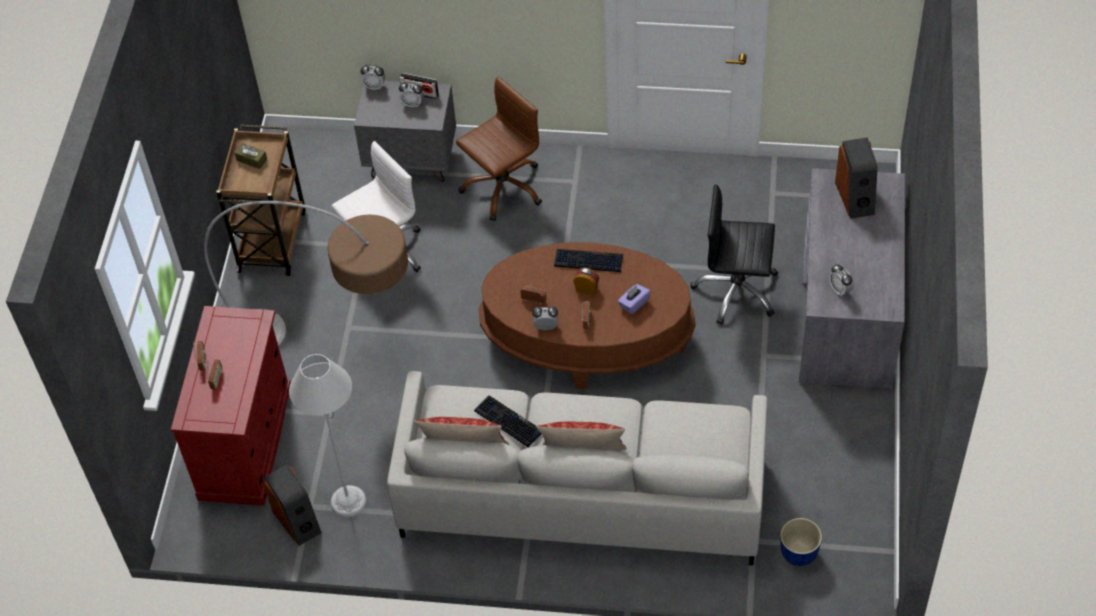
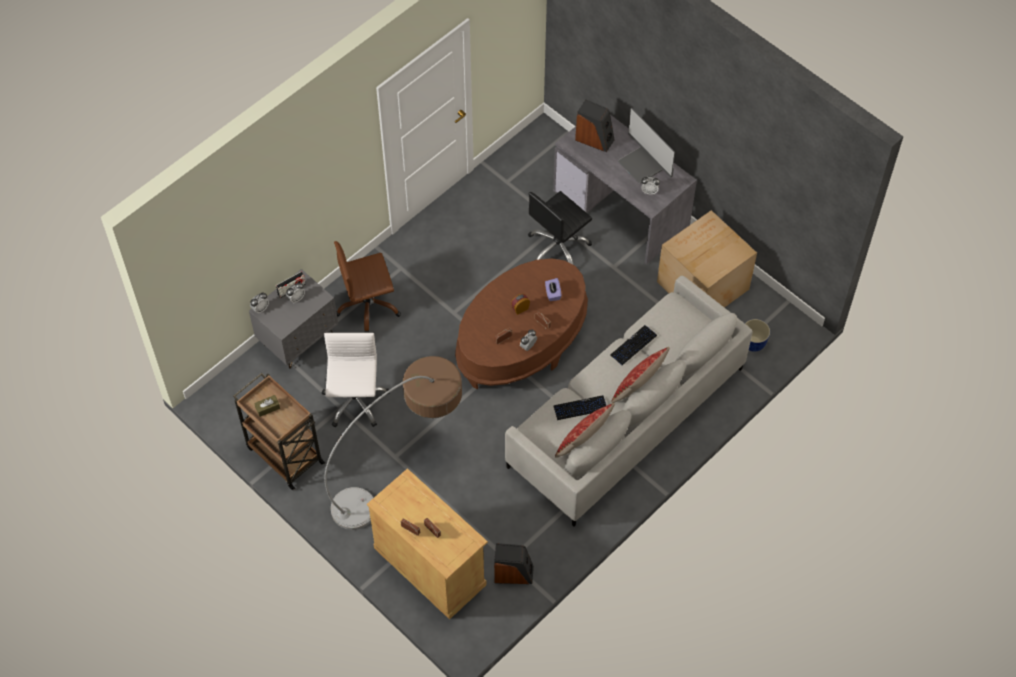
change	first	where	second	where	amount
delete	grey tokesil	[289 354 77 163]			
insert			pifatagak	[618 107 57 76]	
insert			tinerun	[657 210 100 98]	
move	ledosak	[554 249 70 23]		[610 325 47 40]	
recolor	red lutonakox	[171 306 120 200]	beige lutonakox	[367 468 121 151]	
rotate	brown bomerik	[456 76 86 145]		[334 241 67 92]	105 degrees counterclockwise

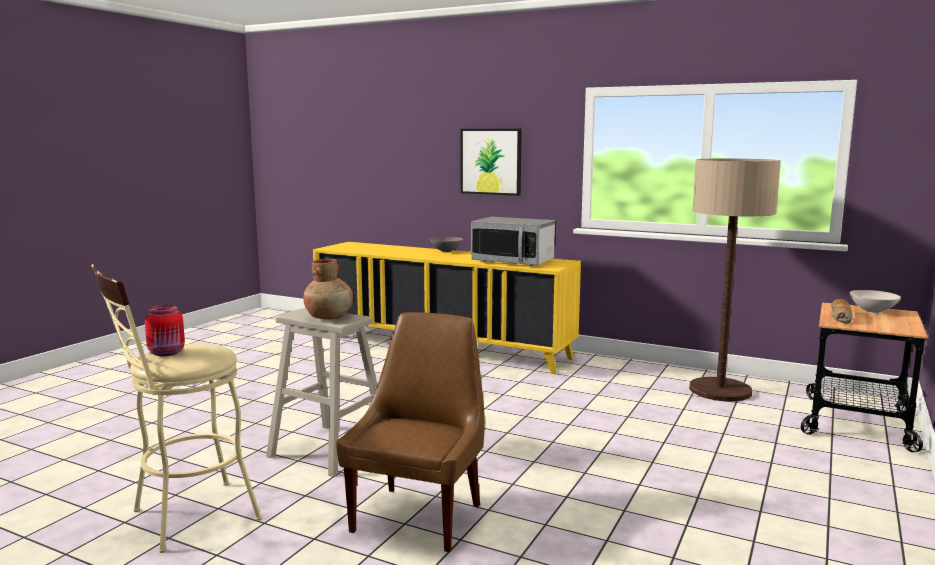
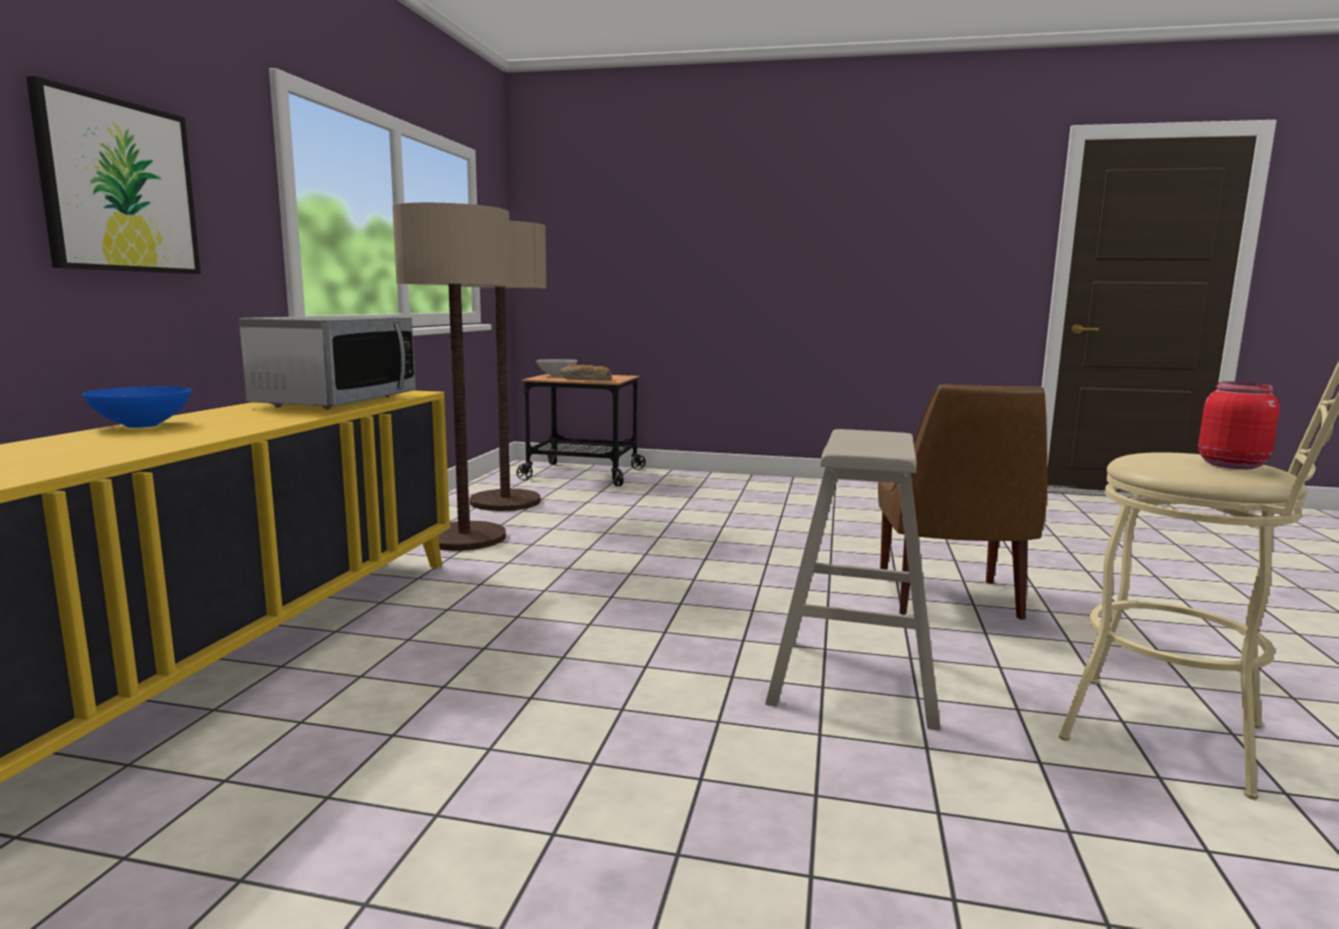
change	first	where	second	where	amount
delete	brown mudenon	[303 259 50 61]			
insert			tokesil	[392 203 119 348]	
recolor	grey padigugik	[430 237 33 15]	blue padigugik	[82 386 110 42]	
rotate	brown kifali	[336 312 149 240]		[878 384 170 236]	90 degrees counterclockwise

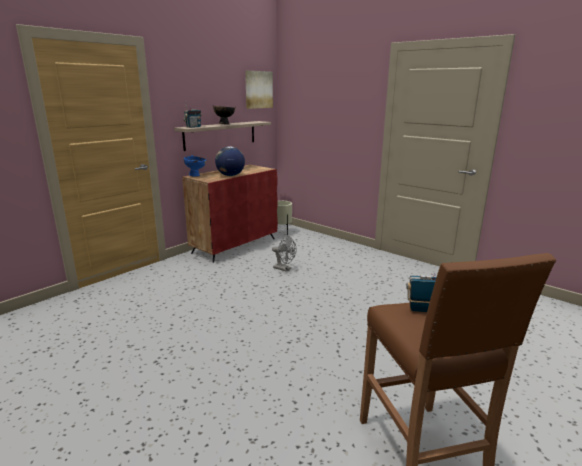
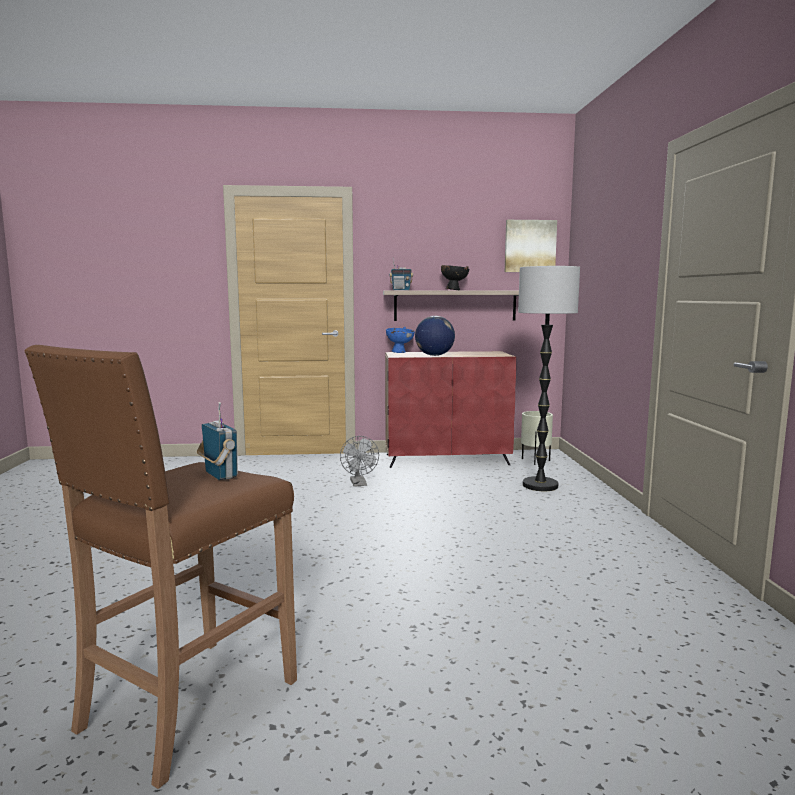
change	first	where	second	where	amount
insert			tokesil	[518 266 62 225]	
move	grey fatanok	[272 236 24 35]		[340 436 39 51]	

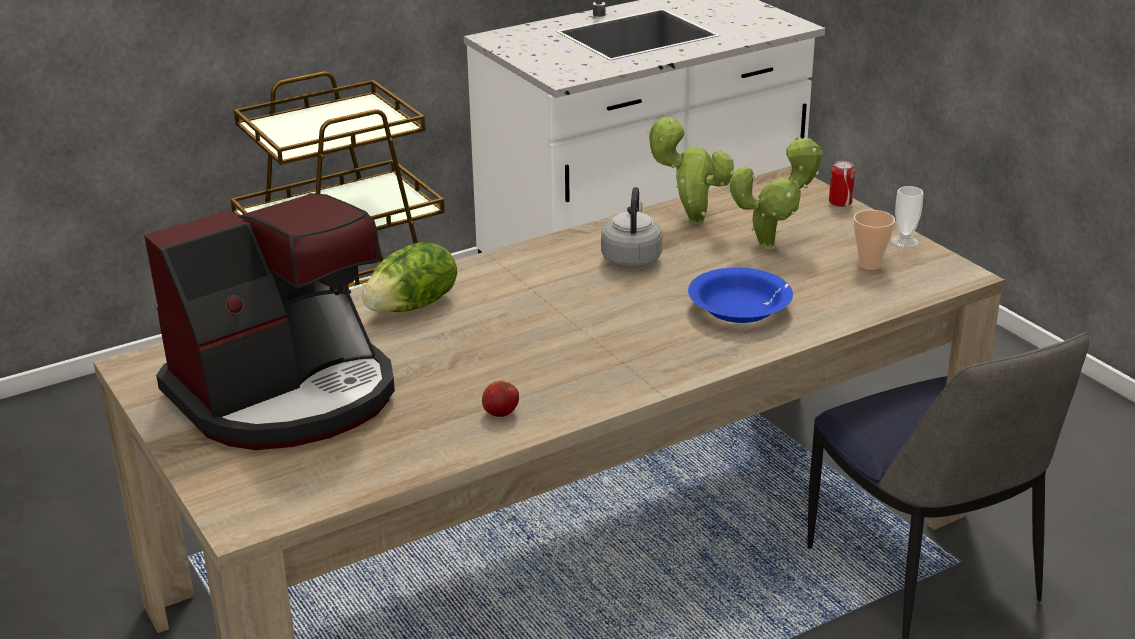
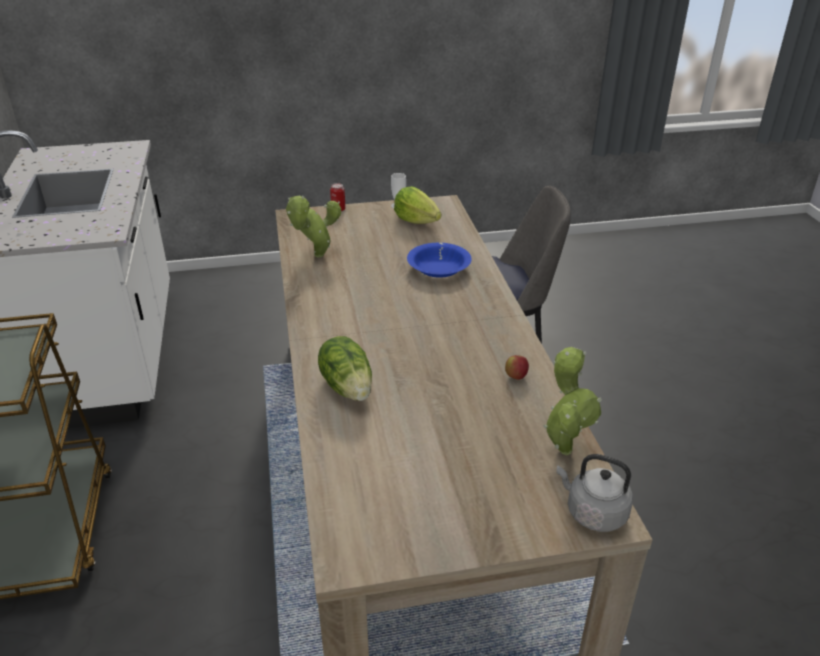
change	first	where	second	where	amount
delete	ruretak	[144 193 251 257]			
move	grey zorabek	[601 187 61 81]		[556 454 77 78]	
move	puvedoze	[730 136 92 113]		[543 347 59 108]	
replace	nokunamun	[854 210 41 60]	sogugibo	[394 186 47 38]	

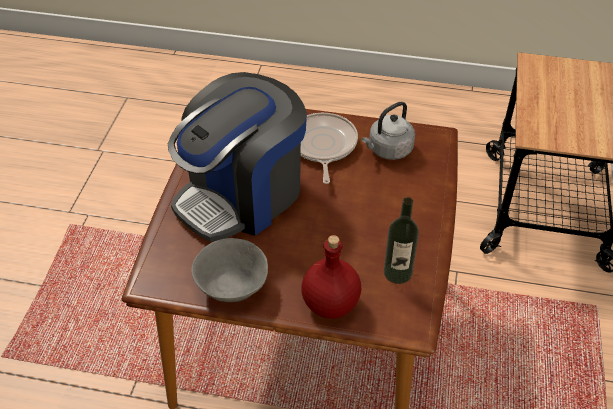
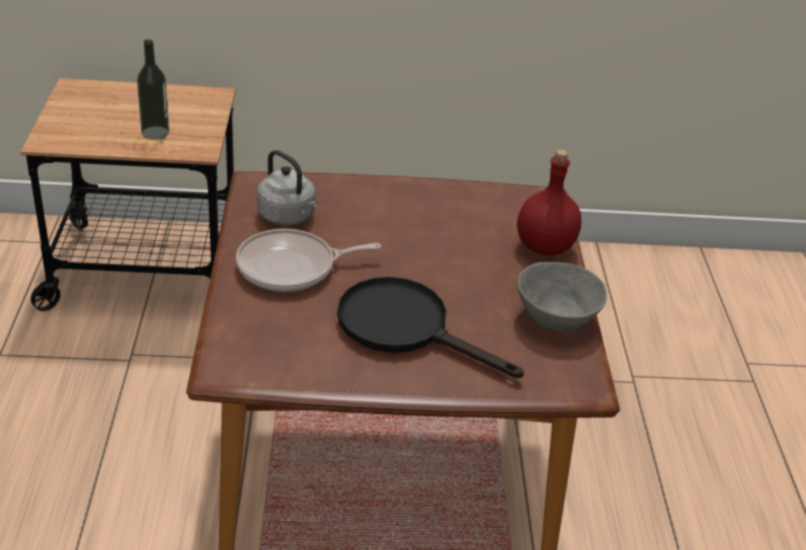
change	first	where	second	where	amount
move	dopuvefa	[384 197 35 87]		[137 39 32 101]	
replace	ruretak	[168 72 139 170]	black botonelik	[337 277 187 101]	

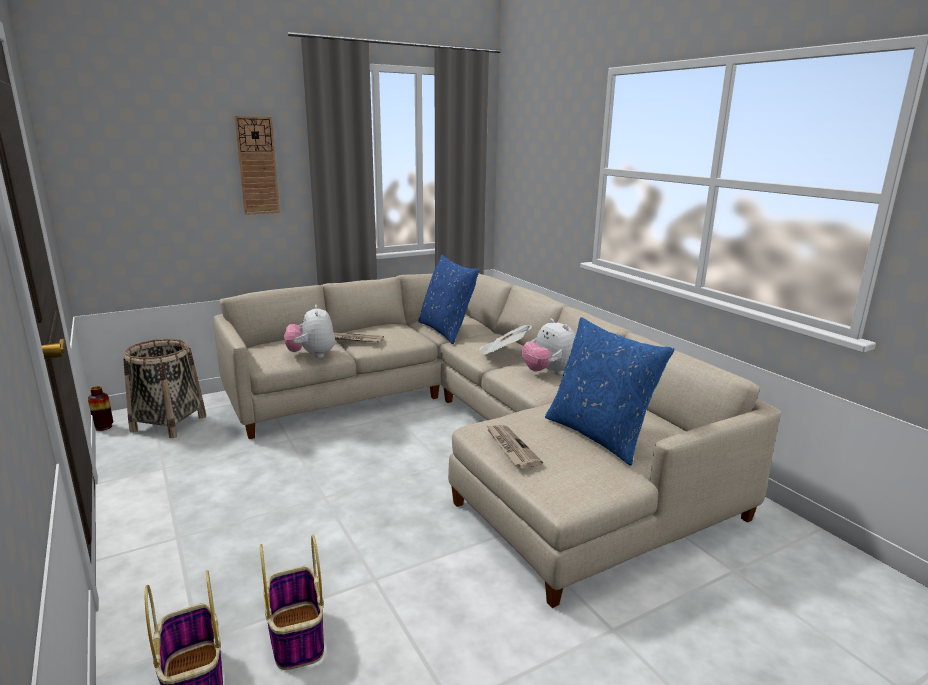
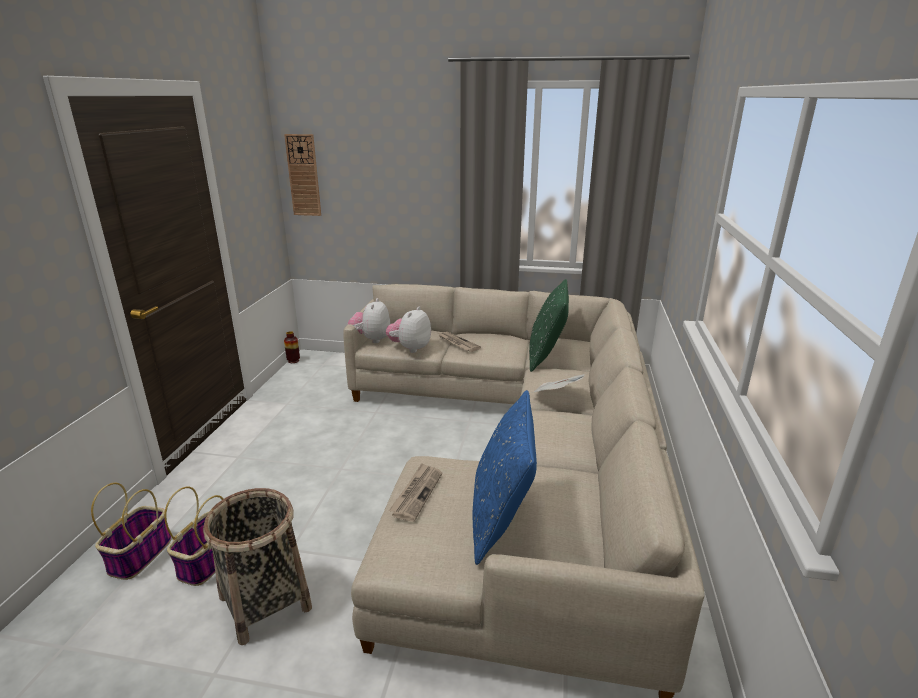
change	first	where	second	where	amount
move	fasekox	[123 339 83 99]		[203 488 109 157]	
move	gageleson	[235 116 45 99]		[284 134 37 82]	
move	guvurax	[522 319 53 56]		[347 298 44 45]	
recolor	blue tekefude	[418 255 62 89]	green tekefude	[529 279 40 93]	

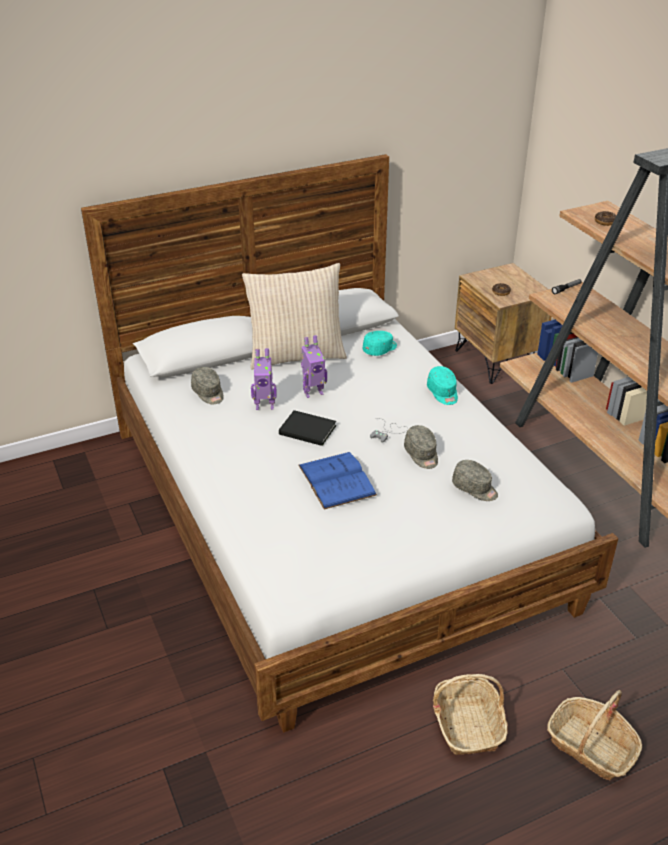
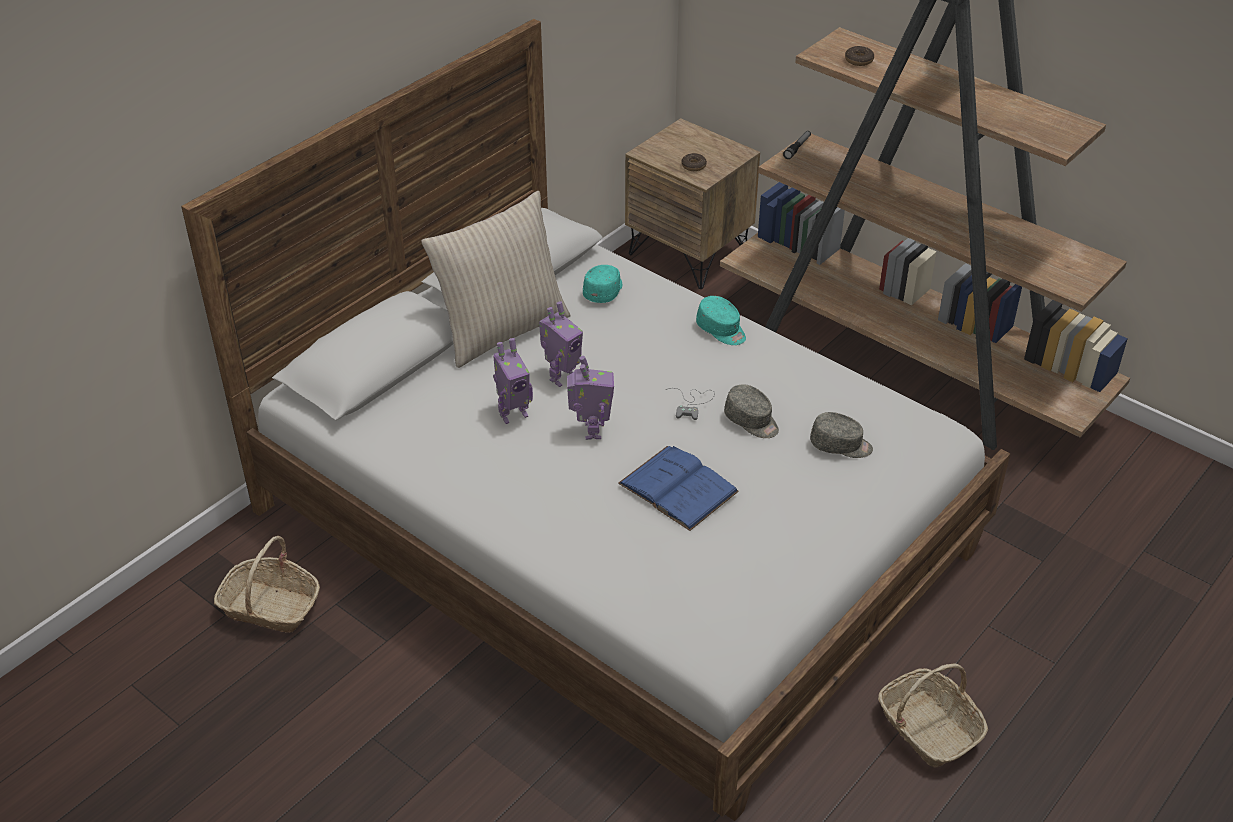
change	first	where	second	where	amount
delete	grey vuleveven	[191 367 33 37]			
move	fasekox	[547 690 95 90]		[214 536 106 97]	
replace	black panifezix	[279 410 57 36]	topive	[567 356 47 84]	

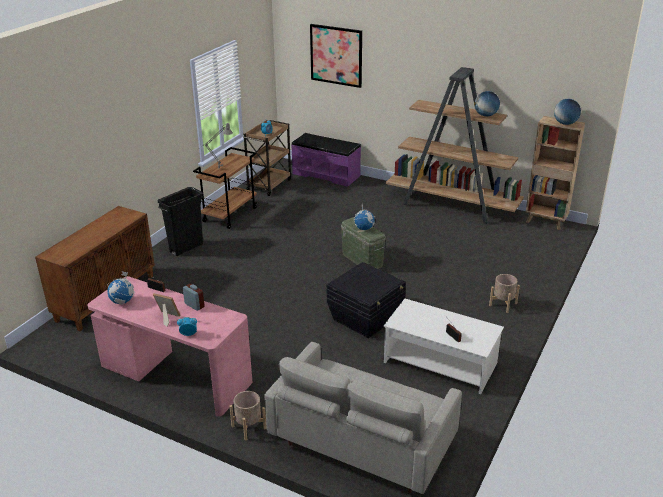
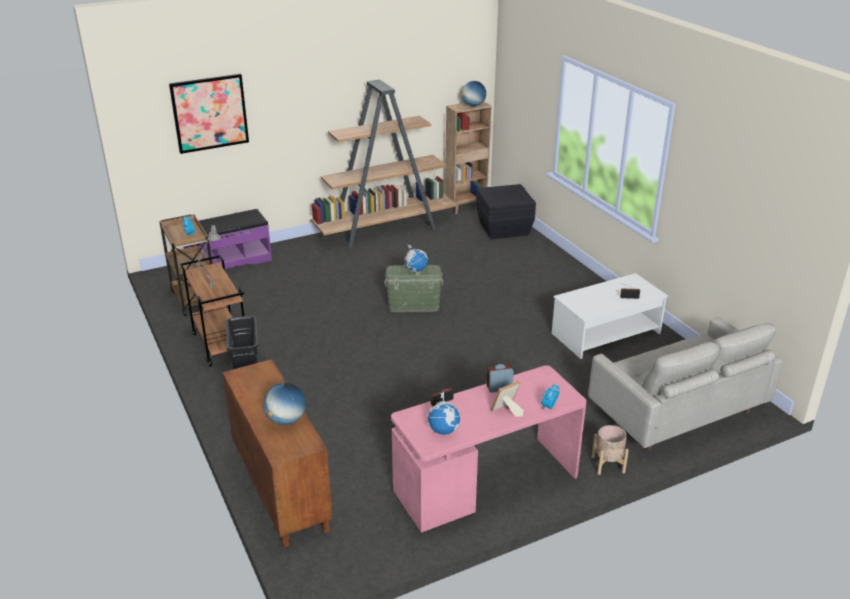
change	first	where	second	where	amount
delete	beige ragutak	[489 274 31 39]			
move	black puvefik	[327 262 79 76]		[476 184 60 55]	
move	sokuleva	[474 91 26 25]		[263 383 43 42]	

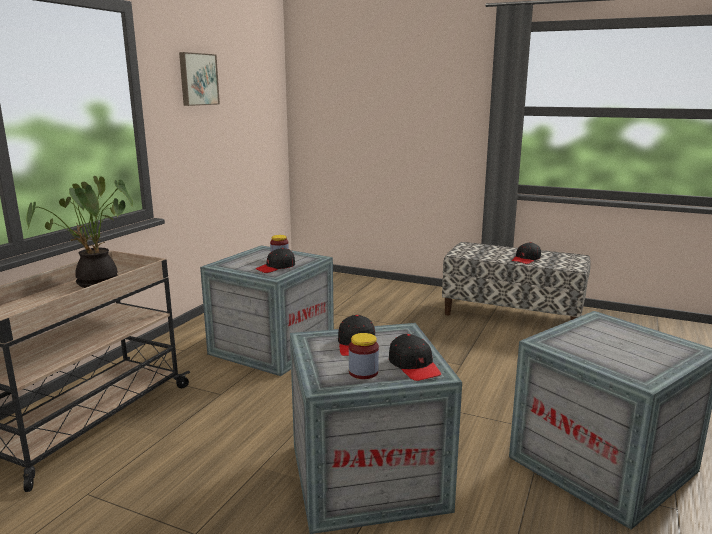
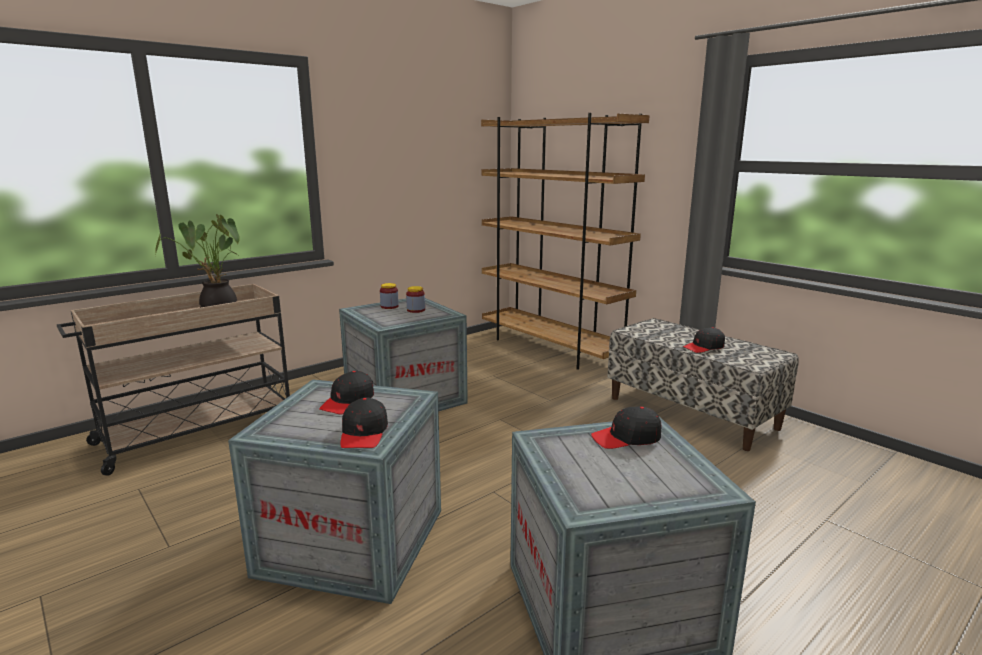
change	first	where	second	where	amount
delete	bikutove	[179 52 41 54]			
insert			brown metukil	[481 113 169 257]	
move	black vuleveven	[256 248 39 25]		[591 406 70 43]	
move	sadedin	[349 333 30 46]		[380 283 19 26]	

